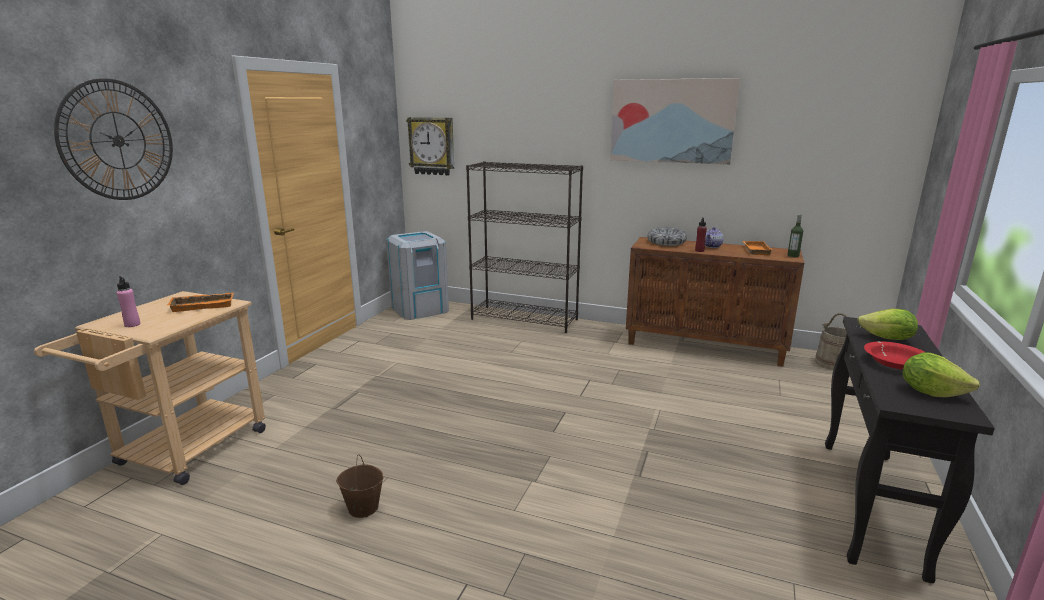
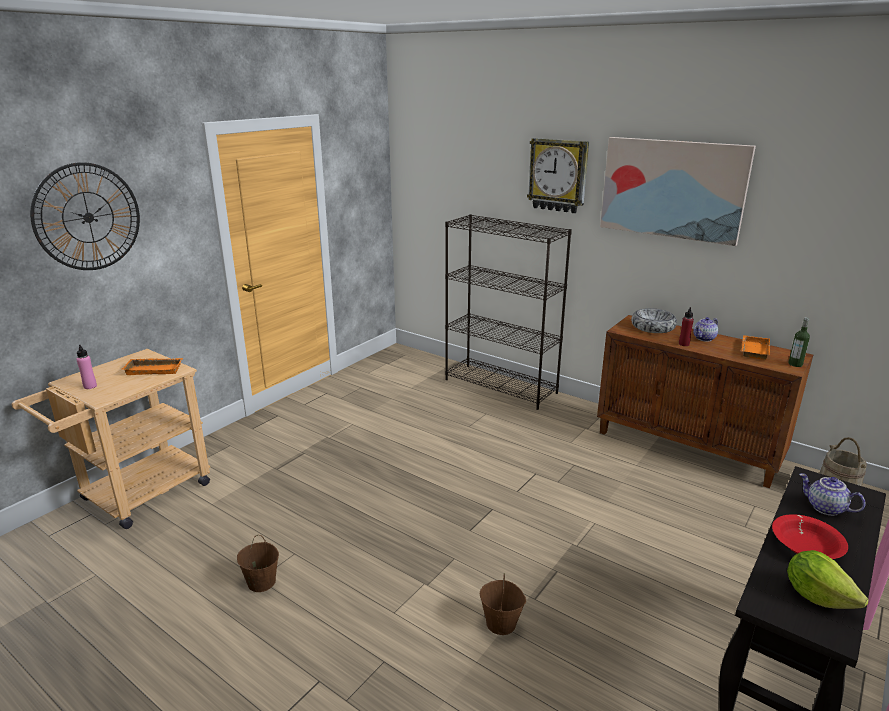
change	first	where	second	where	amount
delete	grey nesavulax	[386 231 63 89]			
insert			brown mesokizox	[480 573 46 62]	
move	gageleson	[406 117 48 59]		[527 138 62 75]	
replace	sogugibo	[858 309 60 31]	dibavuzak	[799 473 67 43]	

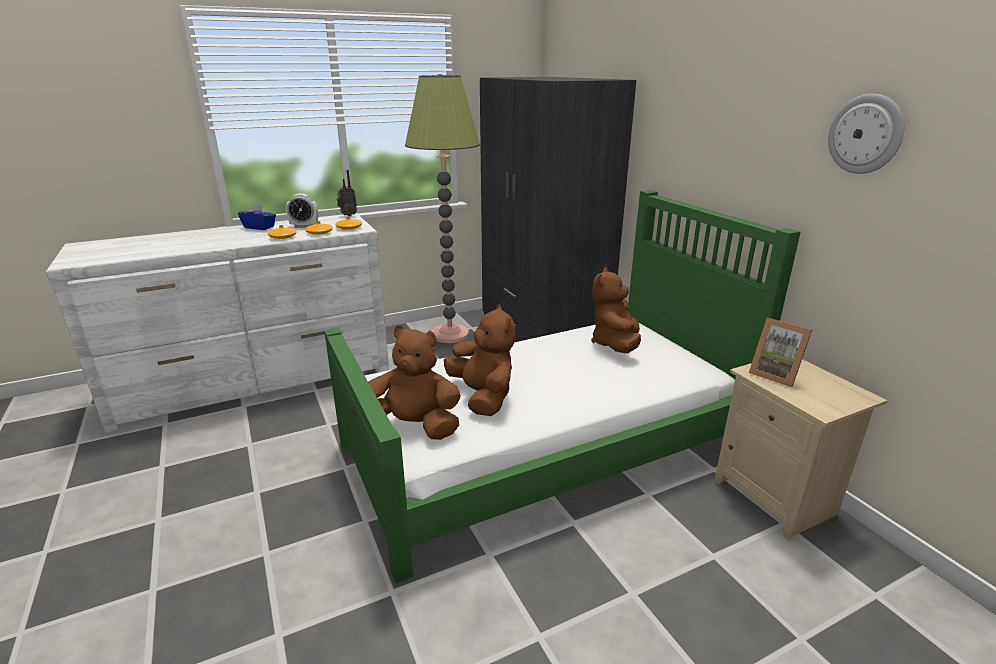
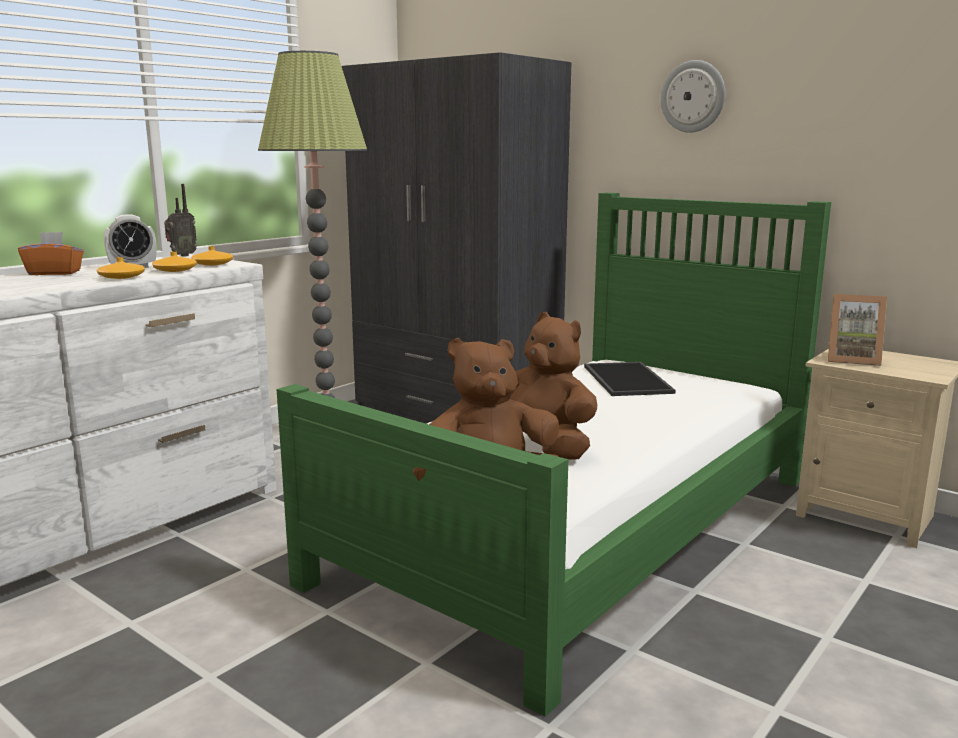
change	first	where	second	where	amount
move	gageleson	[828 94 76 80]		[661 60 64 73]	
replace	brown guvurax	[591 267 50 86]	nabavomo	[584 362 92 34]	
recolor	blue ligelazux	[238 203 38 27]	orange ligelazux	[18 232 66 43]	

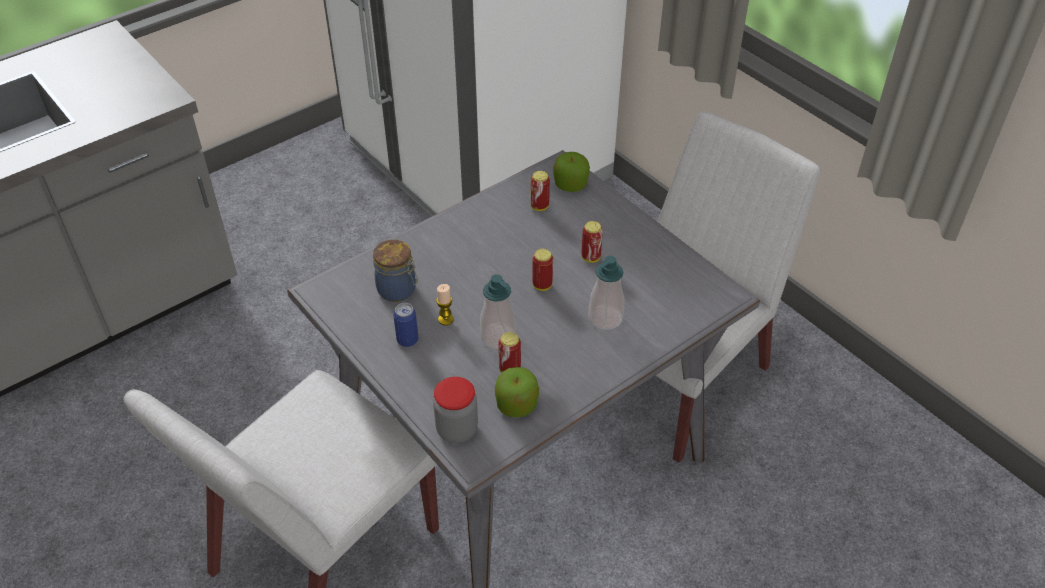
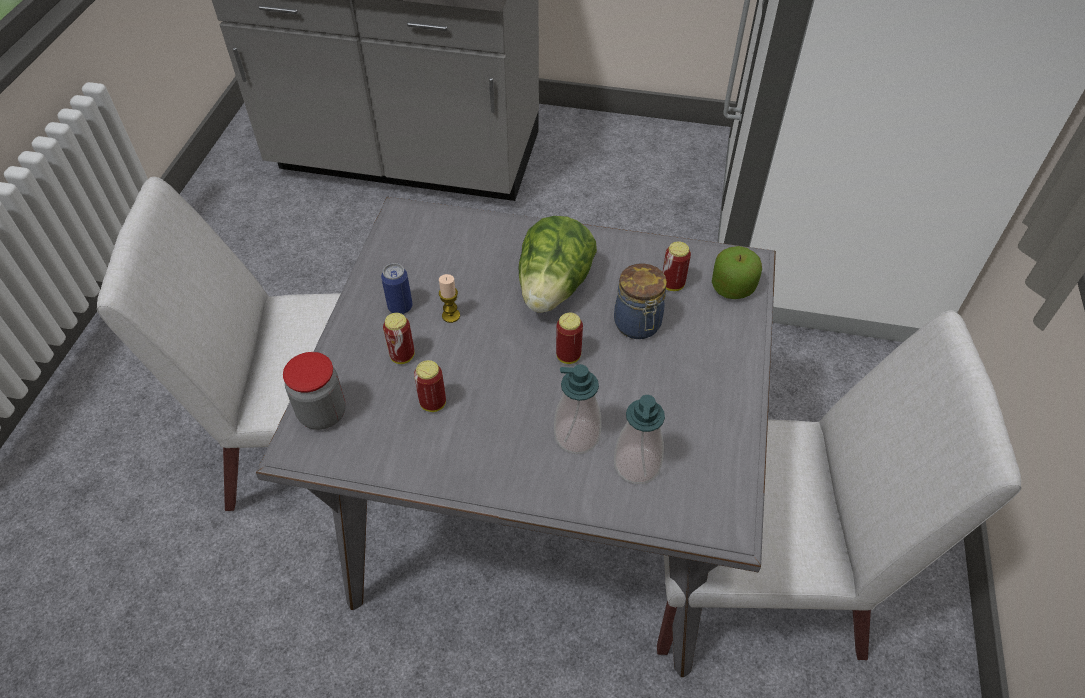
change	first	where	second	where	amount
delete	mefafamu	[495 367 44 50]			
insert			sogugibo	[519 216 78 97]	
move	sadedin	[373 240 45 62]		[614 263 53 76]	
move	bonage	[480 274 36 75]		[614 395 51 89]	
move	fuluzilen	[581 221 22 42]		[383 313 32 51]	

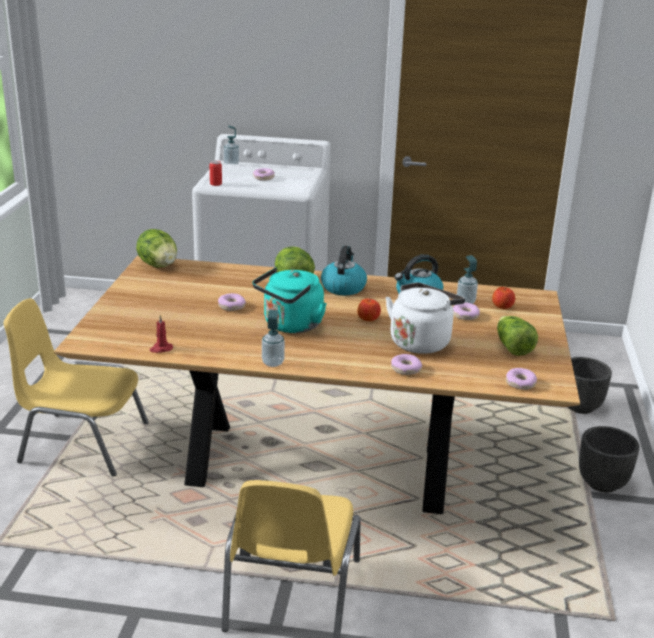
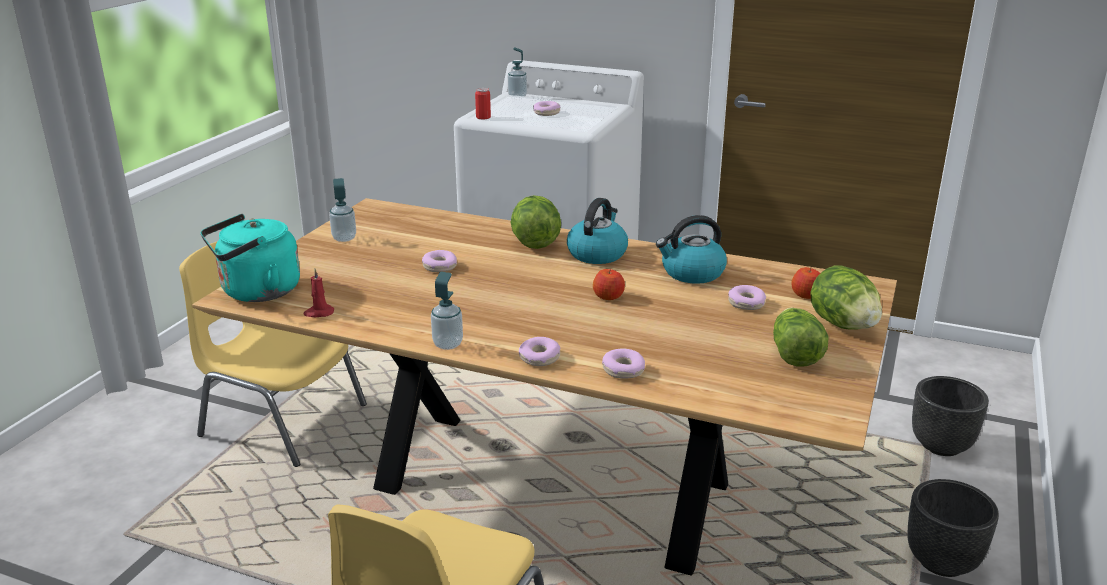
change	first	where	second	where	amount
delete	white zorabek	[385 282 80 72]			
move	sogugibo	[136 229 41 38]		[810 265 72 64]	
move	turquoise zorabek	[252 267 75 66]		[201 214 99 88]	
move	bonage	[457 255 21 49]		[329 178 27 64]	
move	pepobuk	[506 368 31 22]		[519 337 41 29]	

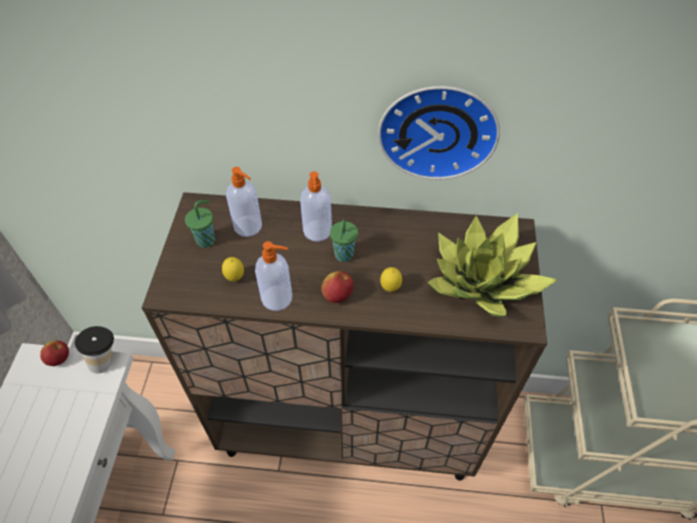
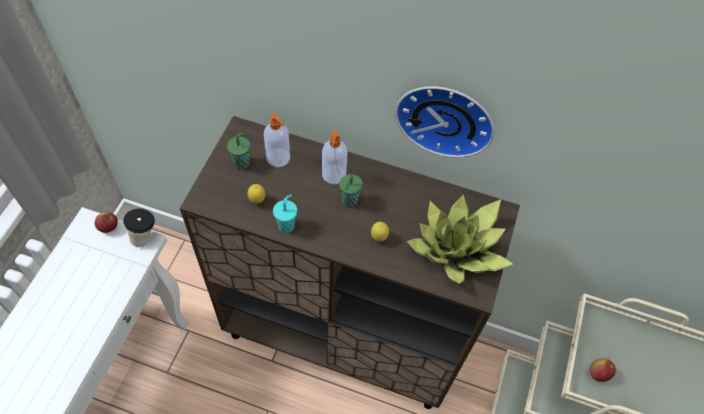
change	first	where	second	where	amount
move	mefafamu	[321 271 33 32]		[589 358 27 24]	
replace	bonage	[255 241 37 70]	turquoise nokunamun	[273 194 24 39]	

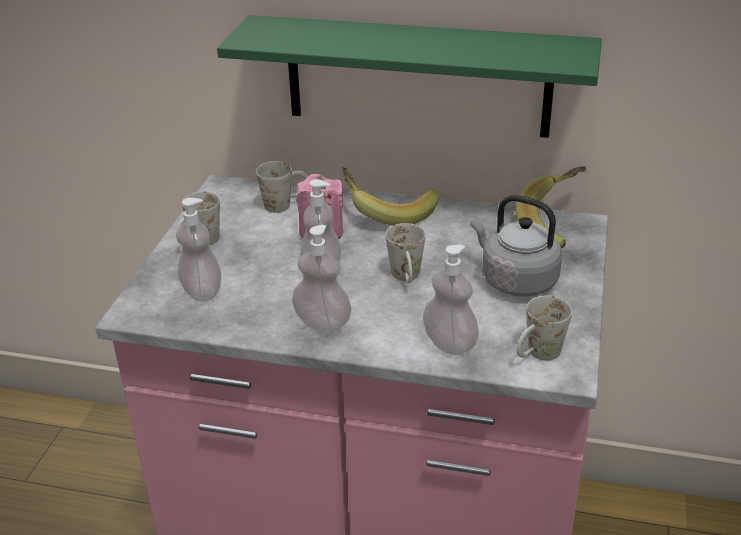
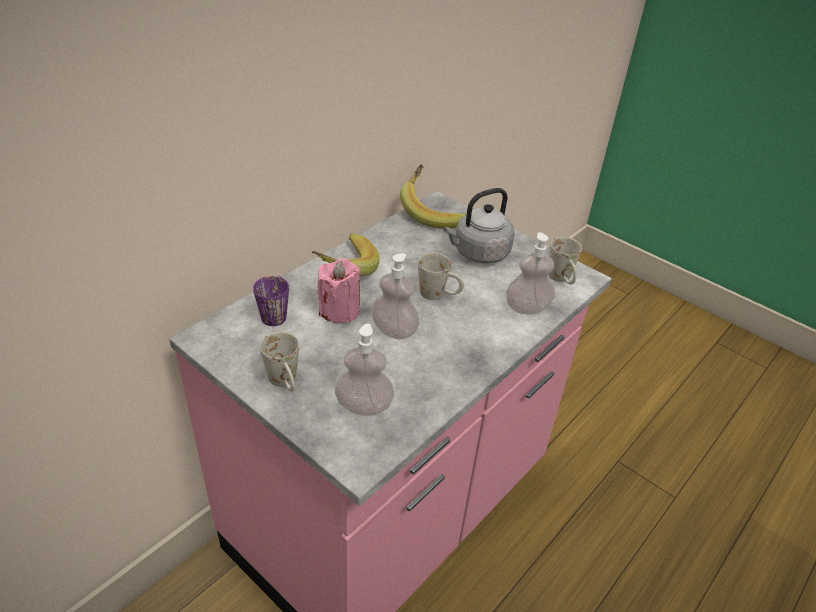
change	first	where	second	where	amount
delete	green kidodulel	[217 15 385 123]			
delete	bonage	[292 225 59 107]			
recolor	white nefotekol	[256 161 52 52]	purple nefotekol	[253 276 36 50]	

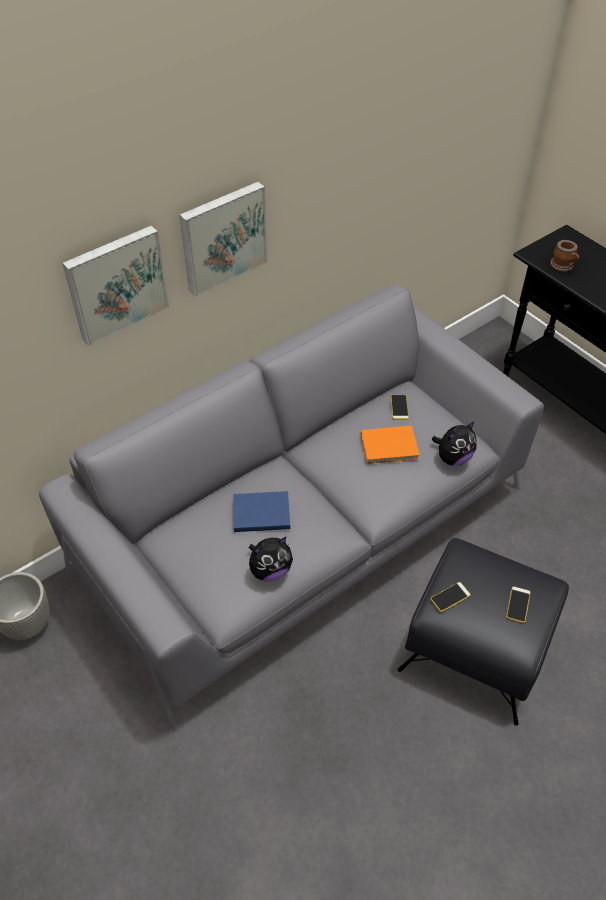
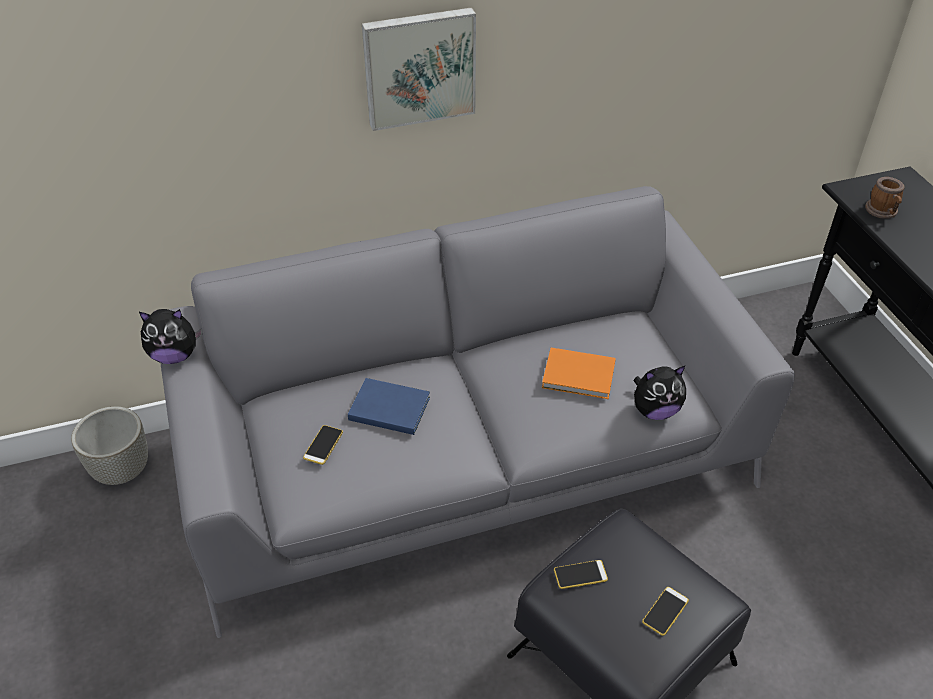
change	first	where	second	where	amount
delete	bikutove	[62 226 108 120]			
move	guvurax	[249 537 44 44]		[139 309 63 55]	
move	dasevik	[391 395 18 24]		[303 425 40 40]	

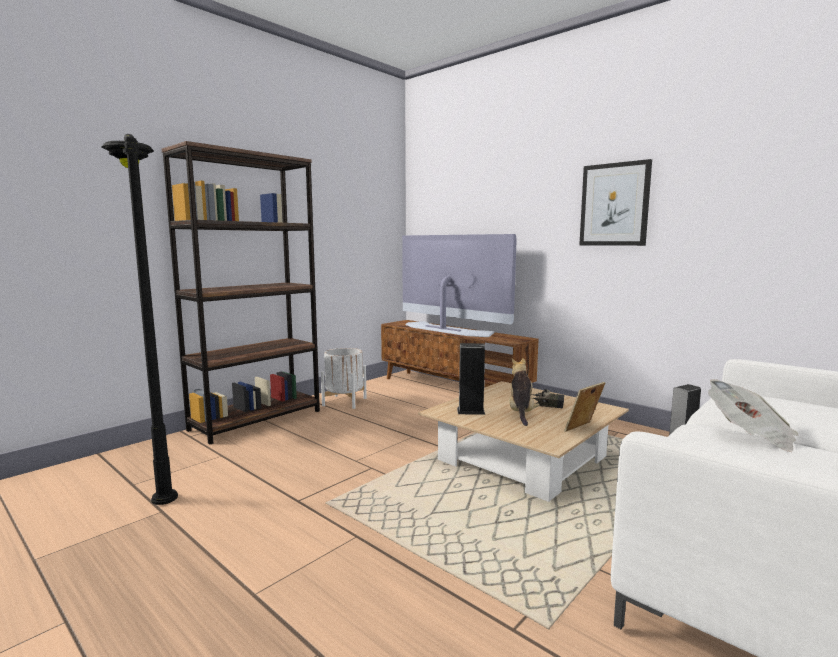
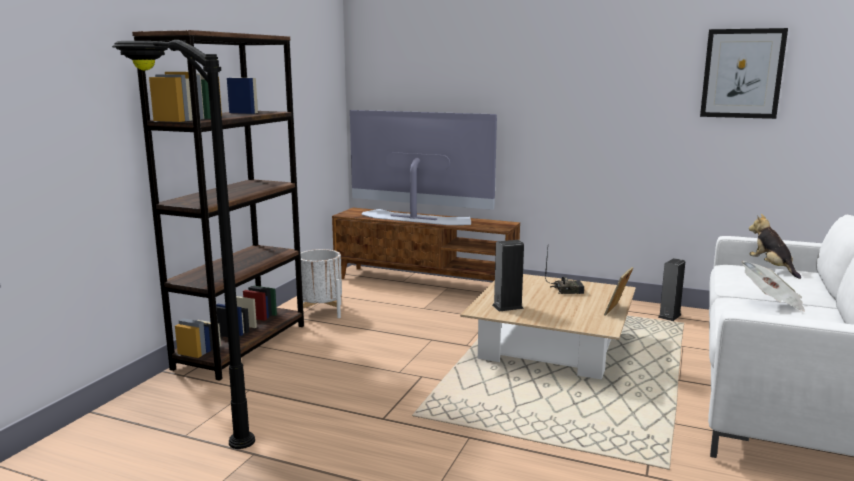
change	first	where	second	where	amount
move	guvurax	[509 358 30 68]		[749 214 52 65]	
move	bikutove	[579 159 73 87]		[700 28 88 91]	

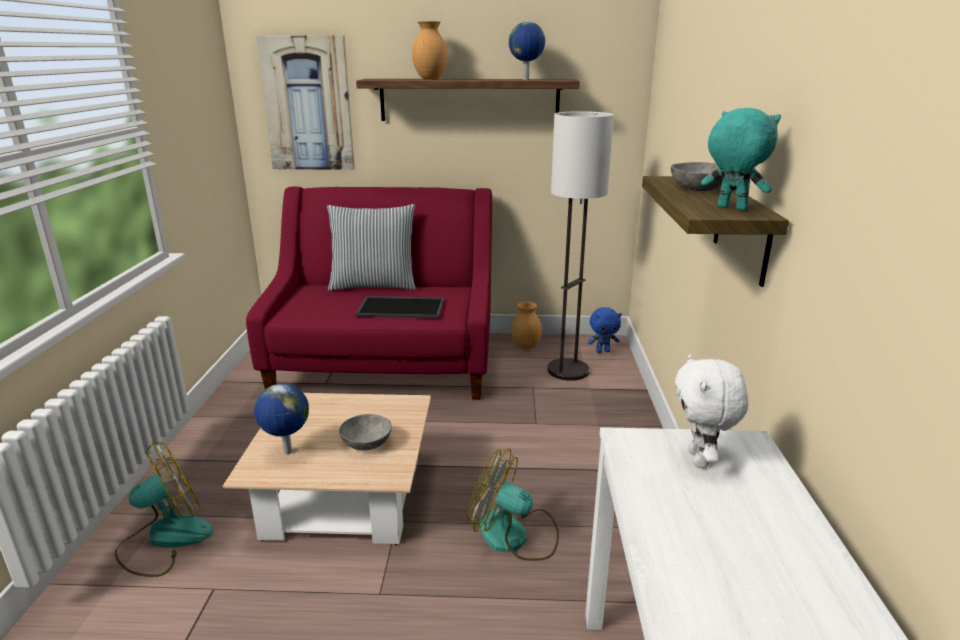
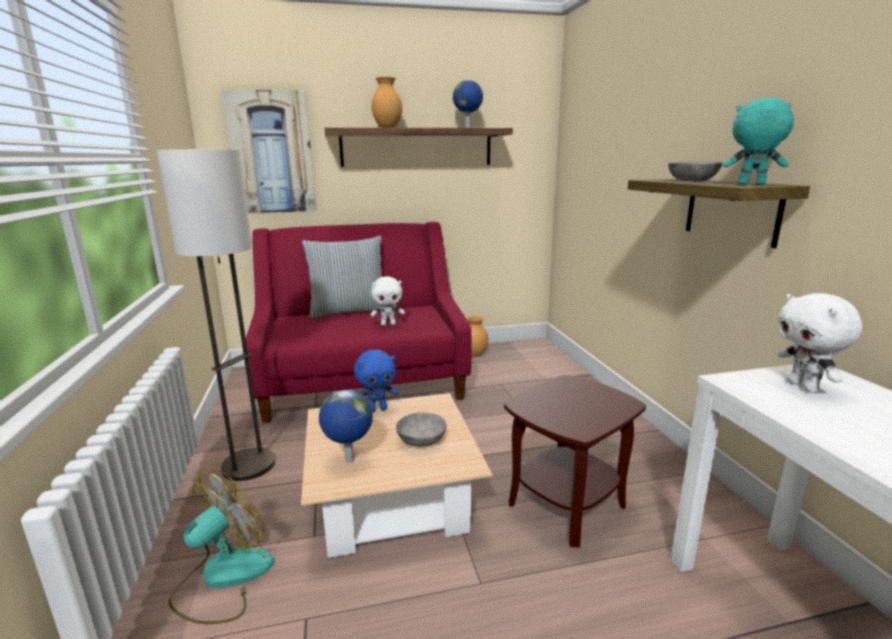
change	first	where	second	where	amount
move	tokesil	[548 111 66 270]		[157 149 118 332]	
move	blue guvurax	[588 307 34 46]		[354 349 44 64]	
replace	nabavomo	[355 296 89 22]	white guvurax	[370 276 35 50]	
replace	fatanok	[467 449 92 112]	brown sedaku	[504 375 142 172]	

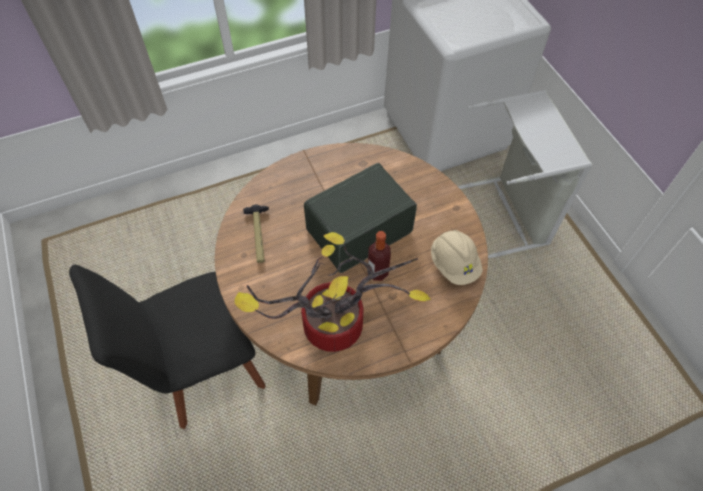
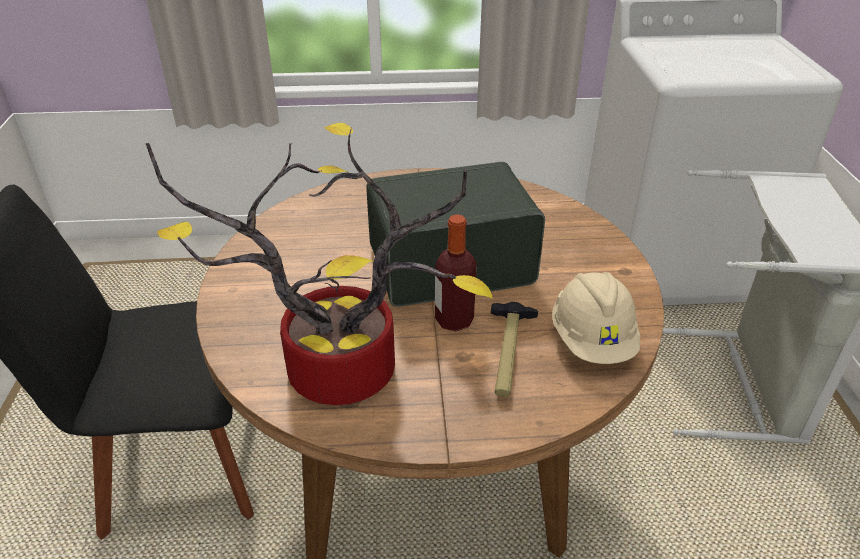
change	first	where	second	where	amount
move	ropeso	[243 204 26 59]		[491 302 47 95]	

